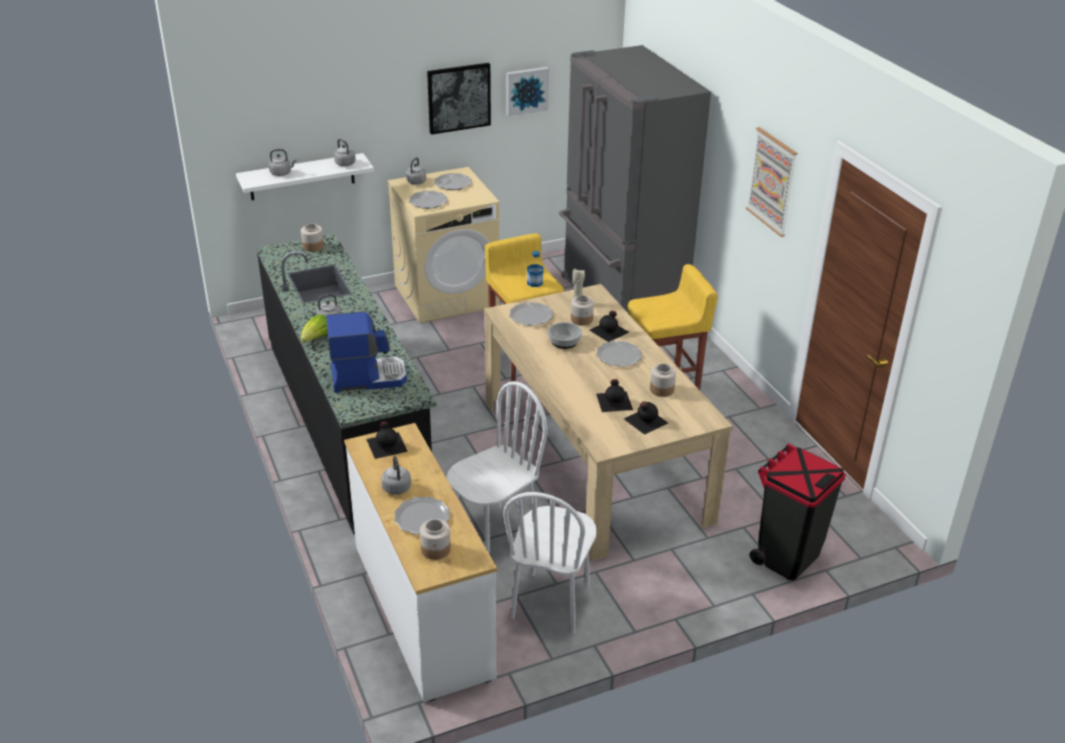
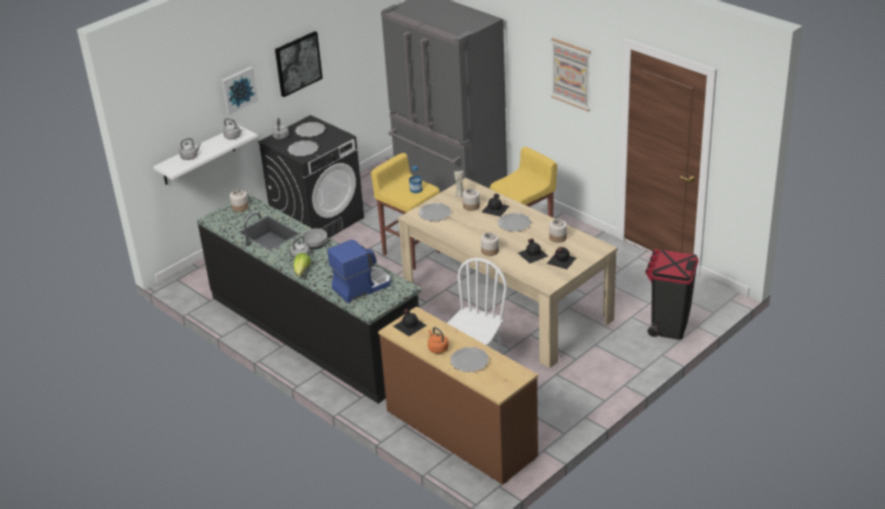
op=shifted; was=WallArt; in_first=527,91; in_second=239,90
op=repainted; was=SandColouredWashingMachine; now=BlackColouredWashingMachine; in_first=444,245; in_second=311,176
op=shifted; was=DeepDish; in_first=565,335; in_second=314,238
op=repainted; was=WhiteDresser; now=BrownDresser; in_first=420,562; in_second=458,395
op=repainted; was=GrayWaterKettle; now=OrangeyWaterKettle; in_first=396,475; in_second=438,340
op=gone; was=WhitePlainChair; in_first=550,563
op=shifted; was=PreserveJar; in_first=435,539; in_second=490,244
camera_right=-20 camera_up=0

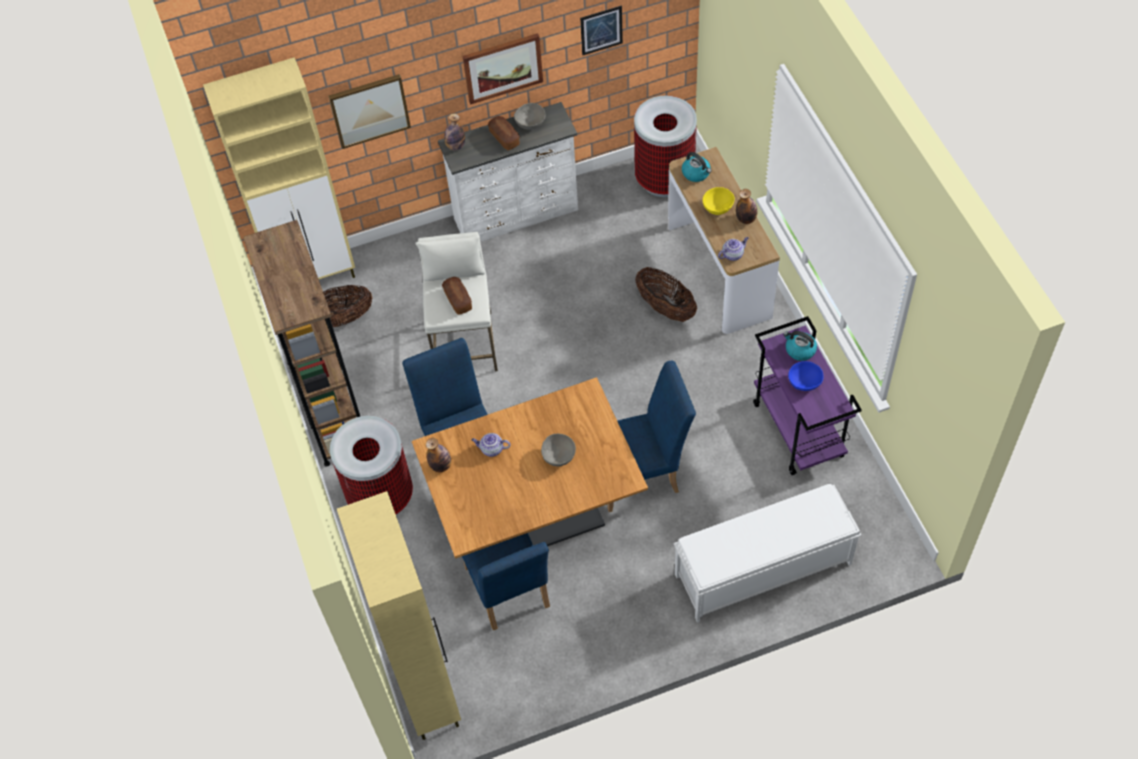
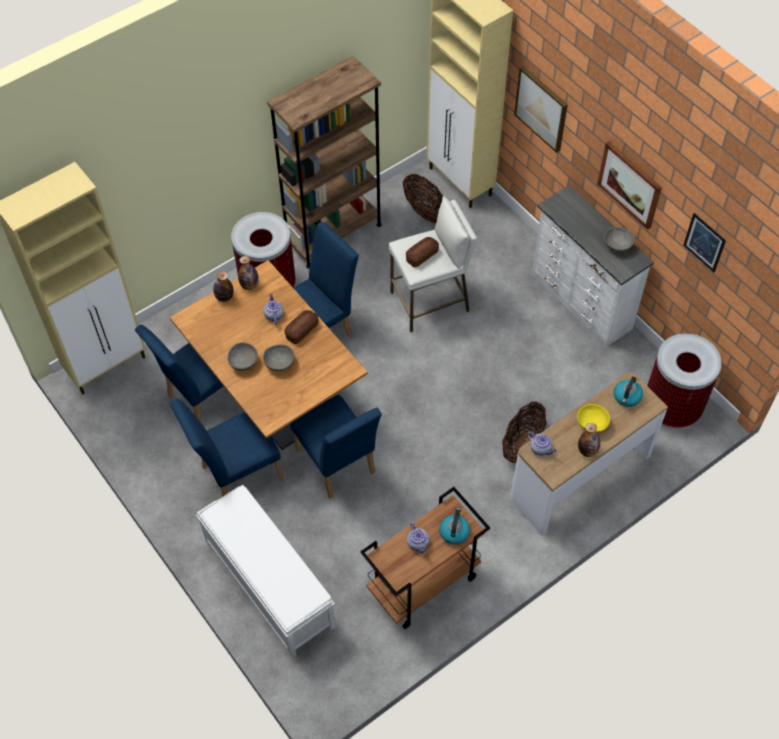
op=shifted; was=DrinkBottle; in_first=454,132; in_second=223,286
op=shifted; was=BakeryBread; in_first=504,133; in_second=301,327
op=repainted; was=PurplishCart; now=BrownCart; in_first=807,395; in_second=425,558
op=swapped; was=BlueDeepDish; now=Teapot; in_first=805,376; in_second=418,537
op=new; now=GrayDeepDish; in_second=242,357
op=new; now=BluePlainChair; in_second=227,447
camera_right=70 camera_up=0

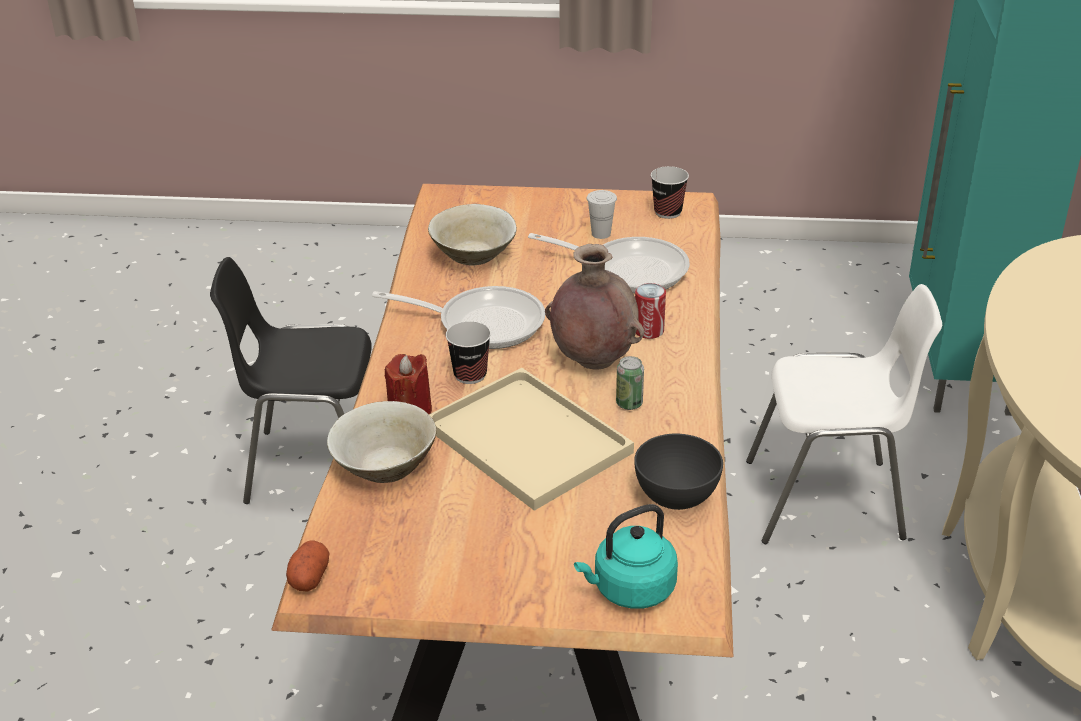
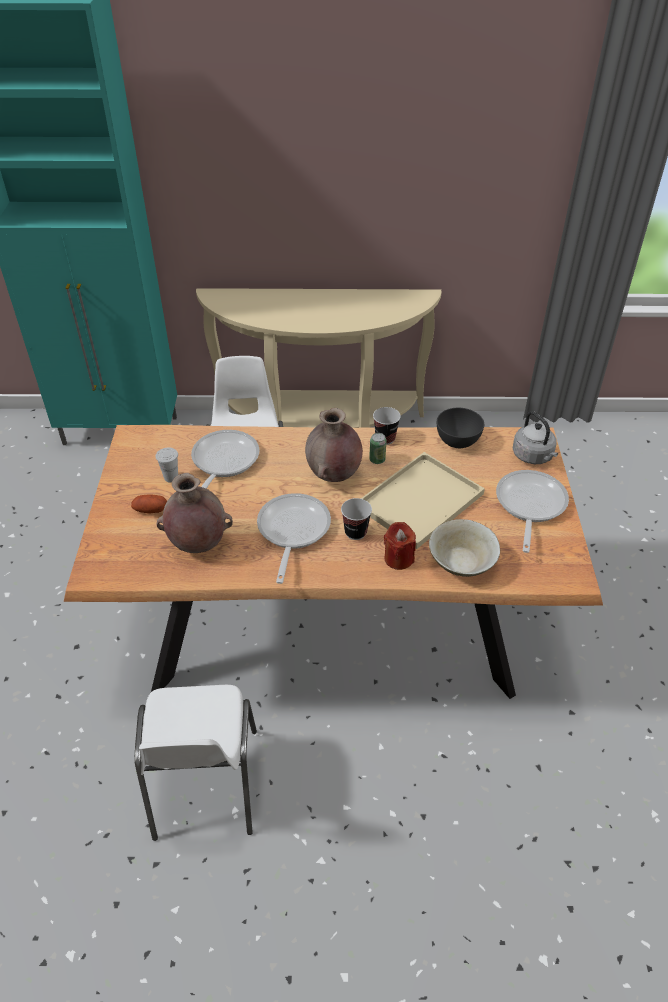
op=shifted; was=SmallCup; in_first=670,192; in_second=387,426
op=swapped; was=SandColouredDeepDish; now=BrownFlowerVase; in_first=472,234; in_second=195,513
op=repainted; was=BlackColouredPlainChair; now=WhitePlainChair; in_first=291,380; in_second=196,763
op=gone; was=SealedCan; in_first=650,311
op=repainted; was=TurquoiseColouredWaterKettle; now=GrayWaterKettle; in_first=626,556; in_second=535,437
op=shifted; was=Potato; in_first=307,566; in_second=149,503
op=new; now=Skillet; in_second=532,511
camera_right=-95 camera_up=10

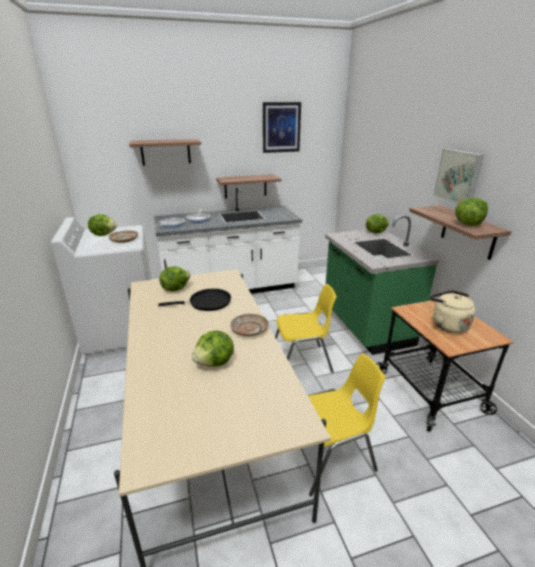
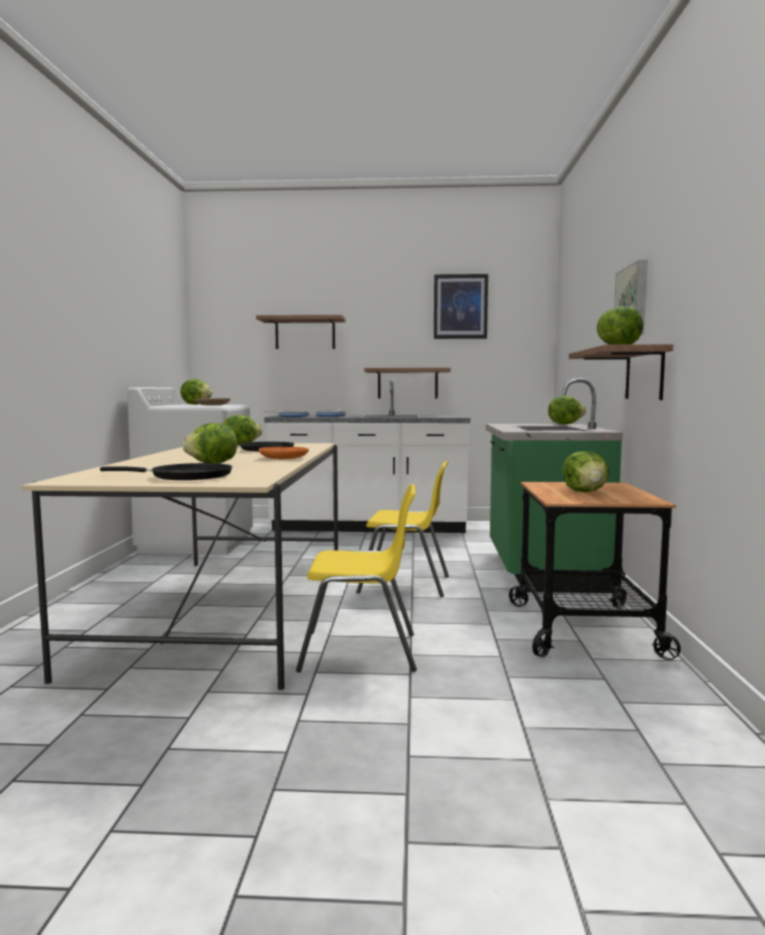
op=swapped; was=SandColouredWaterKettle; now=HeadOfLettuce; in_first=452,311; in_second=586,471
op=repainted; was=SandColouredPlate; now=OrangeyPlate; in_first=249,325; in_second=284,453
op=new; now=BlackColouredSkillet; in_second=166,471
camera_right=20 camera_up=-20

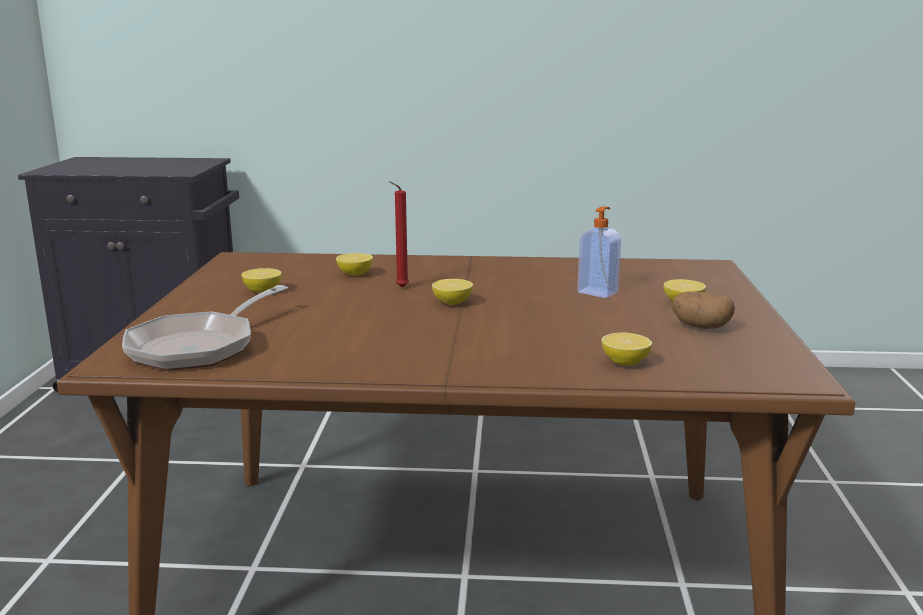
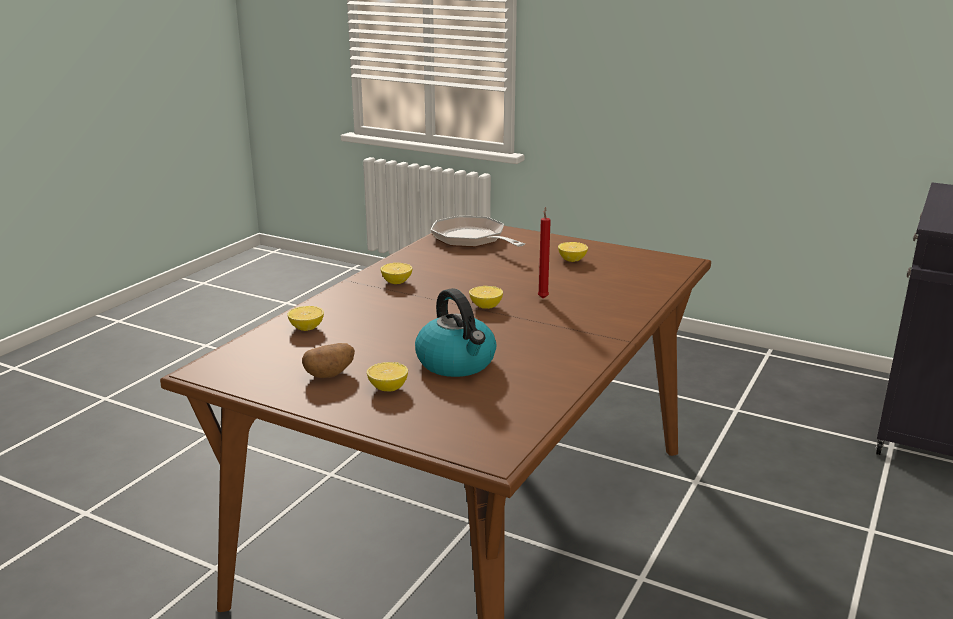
op=swapped; was=SoapBottle; now=WaterKettle; in_first=599,252; in_second=456,332
op=shifted; was=WholeLemon; in_first=354,264; in_second=396,273
camera_right=115 camera_up=5

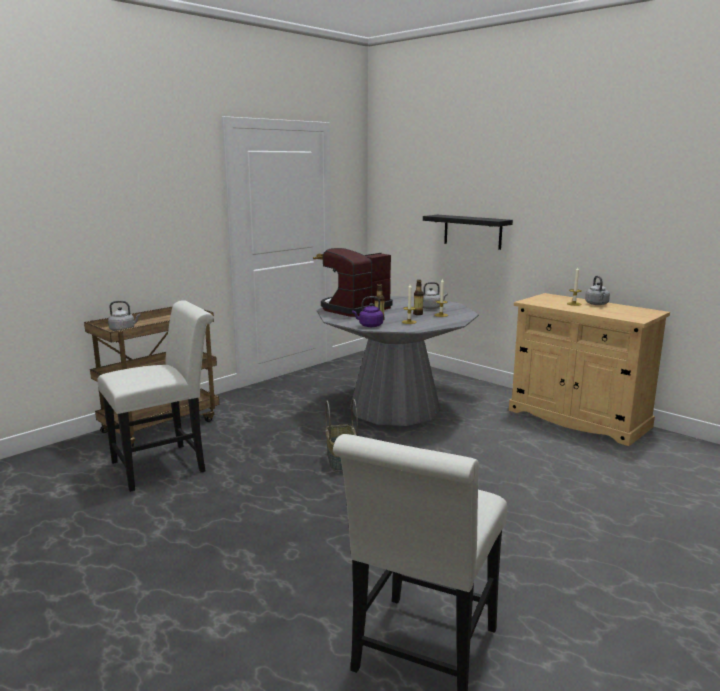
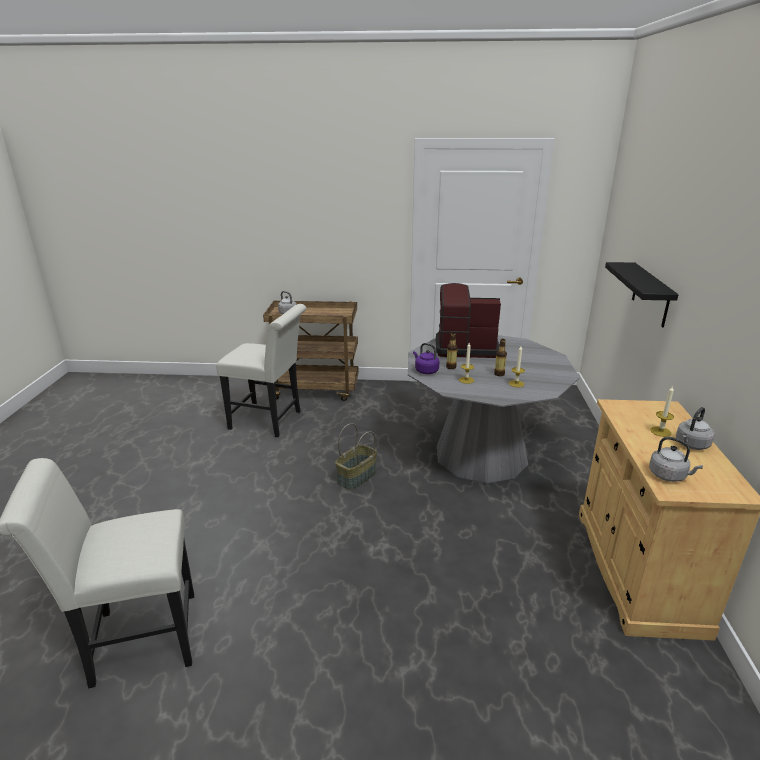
op=shifted; was=GrayWaterKettle; in_first=435,295; in_second=676,459
camera_right=50 camera_up=10

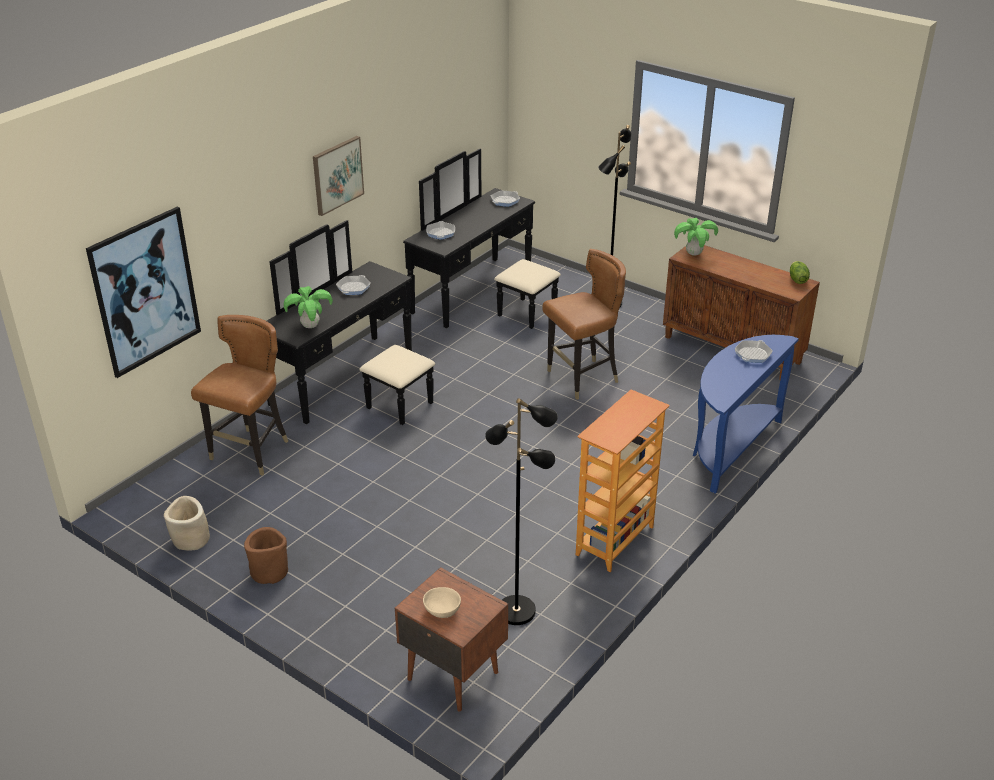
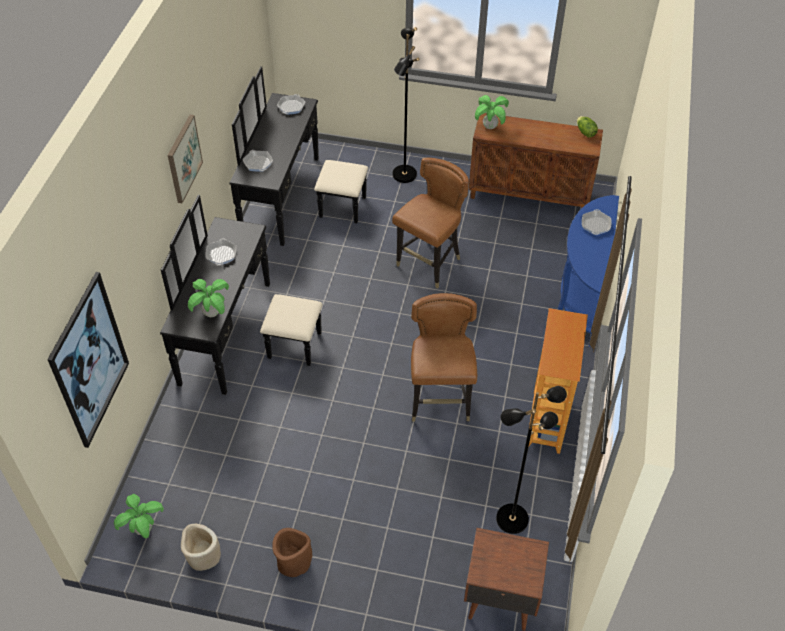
op=shifted; was=BrownPlainChair; in_first=240,395; in_second=444,357
op=gone; was=SandColouredDeepDish; in_first=442,602
op=new; now=PottedPlant; in_second=139,516
camera_right=-25 camera_up=15

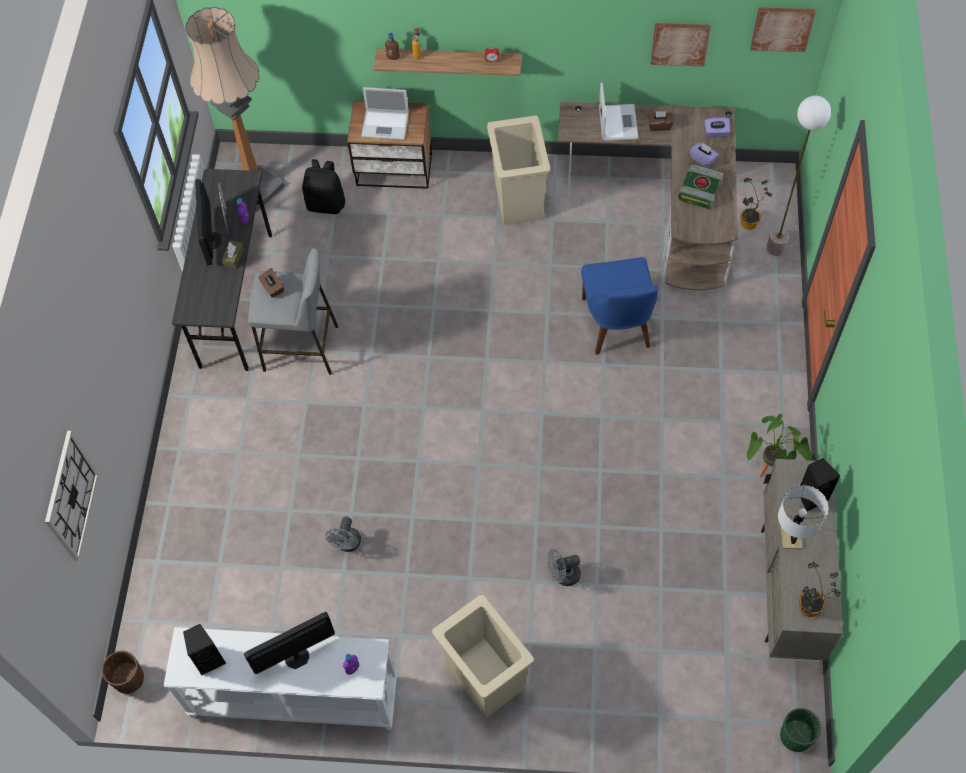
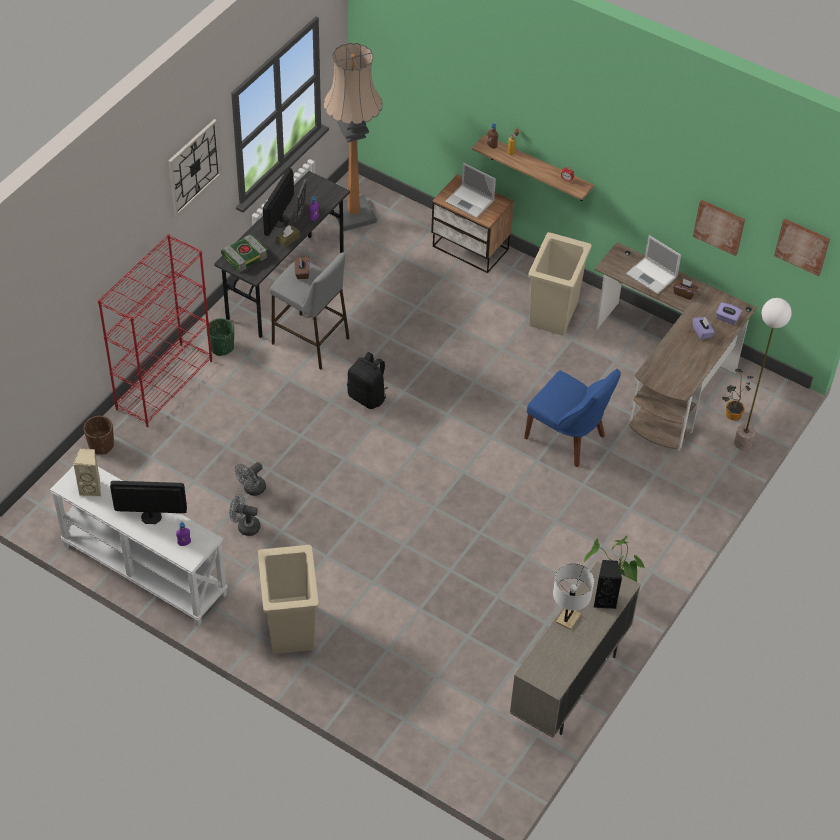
op=rotated; was=NotebookComputer; in_first=618,112; in_second=653,264; clockwise=105
op=shifted; was=BlackColouredRucksack; in_first=323,186; in_second=367,380
op=shifted; was=BoundBook; in_first=701,186; in_second=244,253
op=rotated; was=BluePlainChair; in_first=619,306; in_second=572,418; clockwise=-75
op=shifted; was=ClockOnTheWall; in_first=71,496; in_second=194,167
op=shifted; was=GrayElectricFan; in_first=564,567; in_second=244,515
op=gone; was=PottedPlant; in_first=820,589
op=repainted; was=BlackColouredSpeaker; now=SandColouredSpeaker; in_first=205,650; in_second=87,472
op=shifted; was=BrownPlanter; in_first=123,672; in_second=99,435
op=shifted; was=GreenPlanter; in_first=800,730; in_second=220,337
op=new; now=ReddishBookshelf; in_second=155,330
camera_right=25 camera_up=-10

